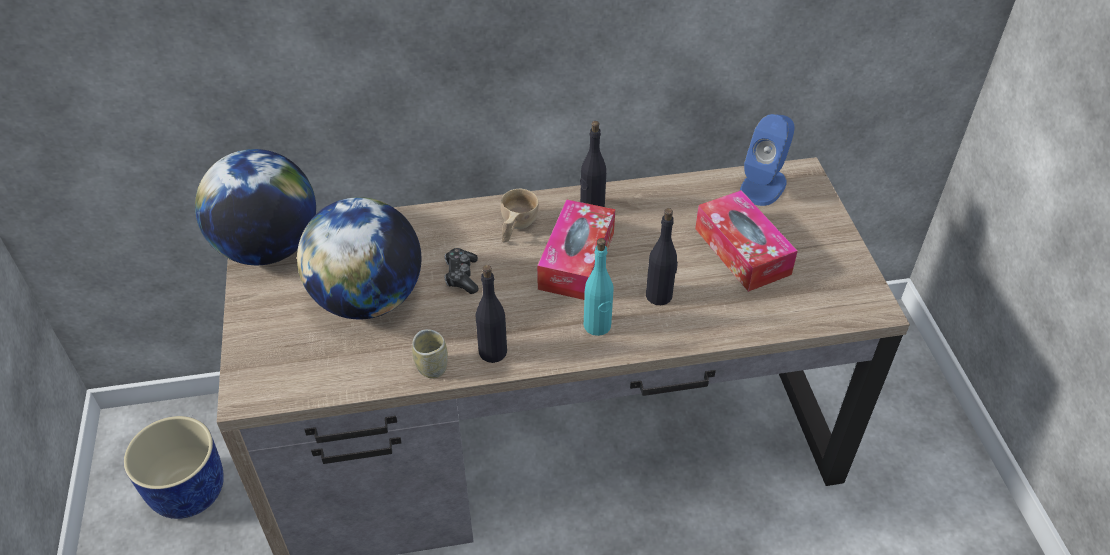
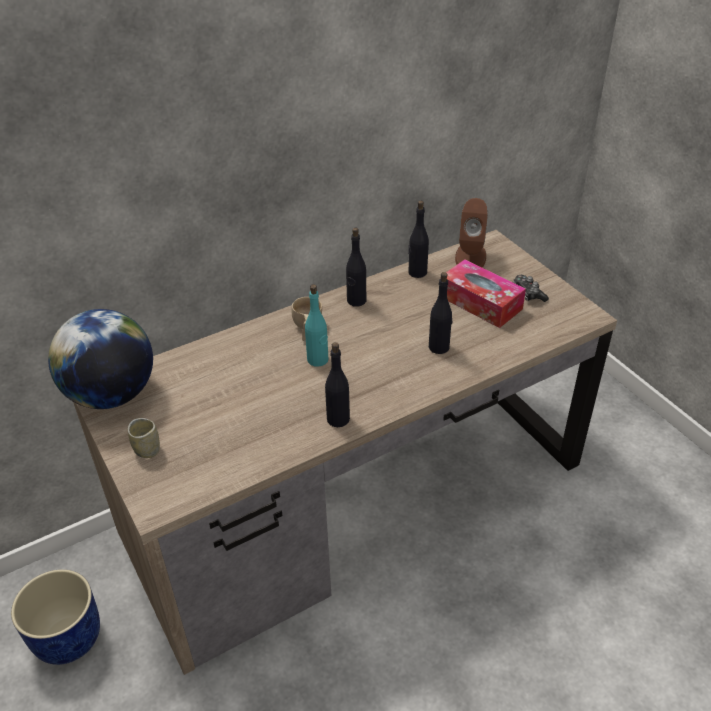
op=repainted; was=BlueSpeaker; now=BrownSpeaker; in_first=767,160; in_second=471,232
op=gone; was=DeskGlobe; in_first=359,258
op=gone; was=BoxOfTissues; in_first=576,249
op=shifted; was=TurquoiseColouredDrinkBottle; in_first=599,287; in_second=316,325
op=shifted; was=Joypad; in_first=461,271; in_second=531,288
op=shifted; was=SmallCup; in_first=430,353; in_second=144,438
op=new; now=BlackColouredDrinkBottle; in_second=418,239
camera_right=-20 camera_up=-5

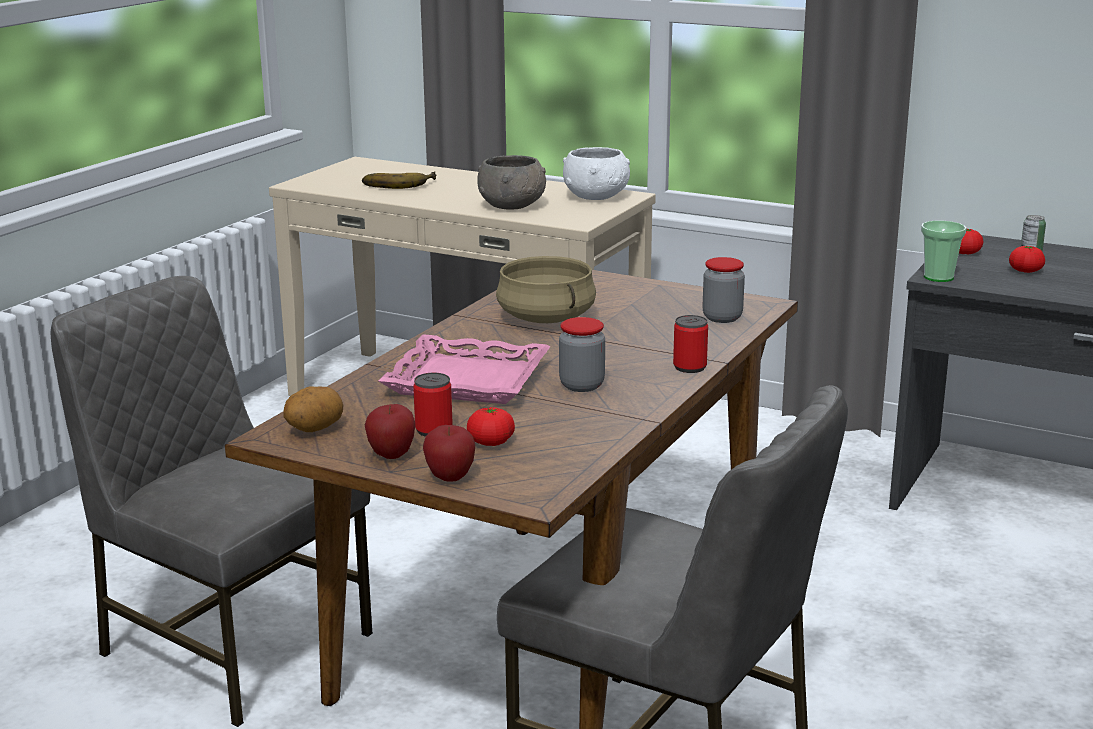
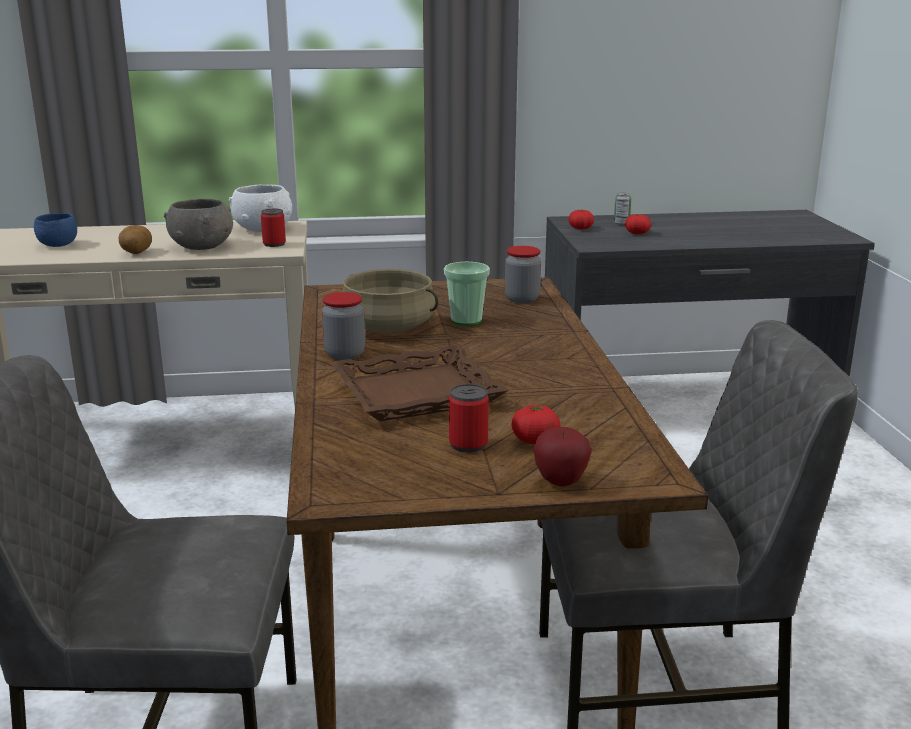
op=swapped; was=Banana; now=BlueDeepDish; in_first=399,180; in_second=55,230
op=shifted; was=SmallCup; in_first=943,251; in_second=467,294
op=shifted; was=SealedCan; in_first=690,344; in_second=273,228
op=shifted; was=PreserveJar; in_first=582,354; in_second=343,326
op=repainted; was=PinkColouredCarryingTray; now=BrownCarryingTray; in_first=464,369; in_second=420,383
op=shifted; was=Potato; in_first=313,409; in_second=135,239
op=gone; was=WholeApple; in_first=390,431
camera_right=-35 camera_up=0

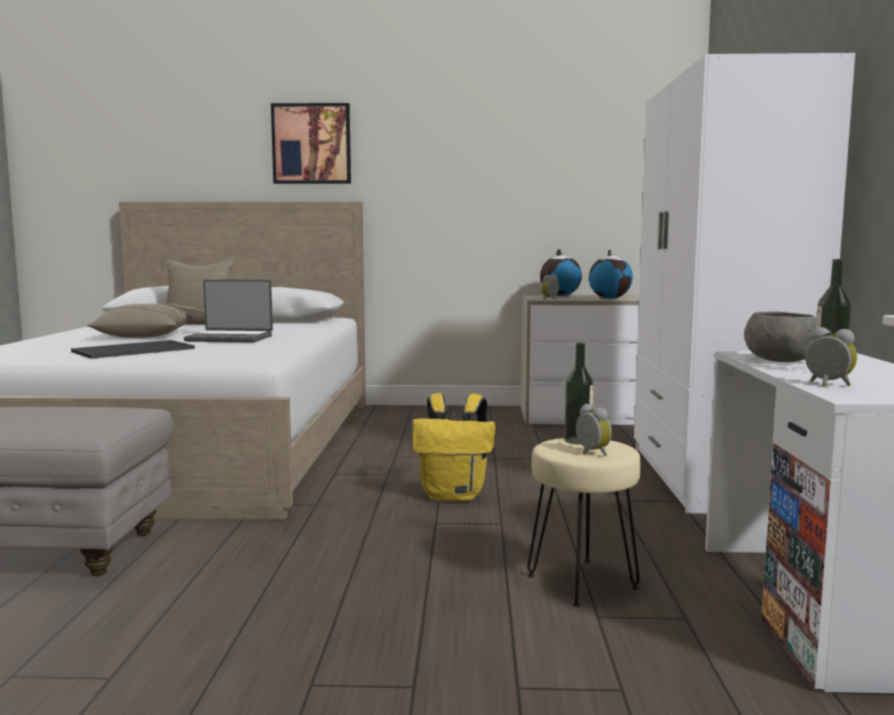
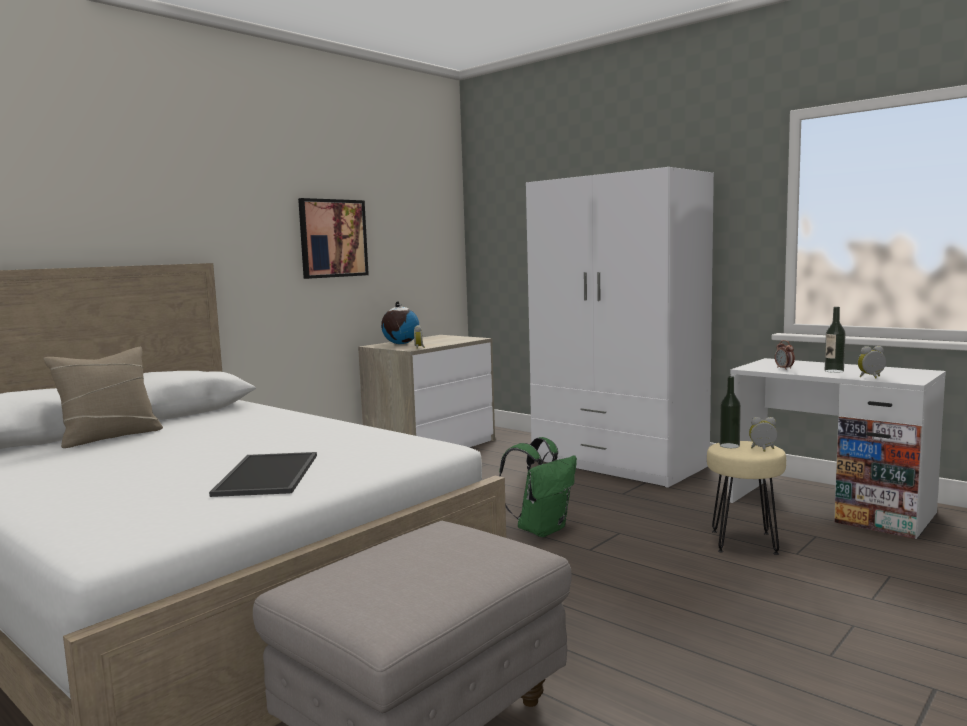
op=shifted; was=WallArt; in_first=311,143; in_second=333,238
op=gone; was=DeskGlobe; in_first=611,274
op=gone; was=NotebookComputer; in_first=228,311
op=gone; was=SandColouredCushion; in_first=140,321
op=swapped; was=GrayDeepDish; now=BedsideClock; in_first=780,336; in_second=785,355
op=repainted; was=YellowRucksack; now=GreenRucksack; in_first=453,447; in_second=538,487
camera_right=-50 camera_up=0

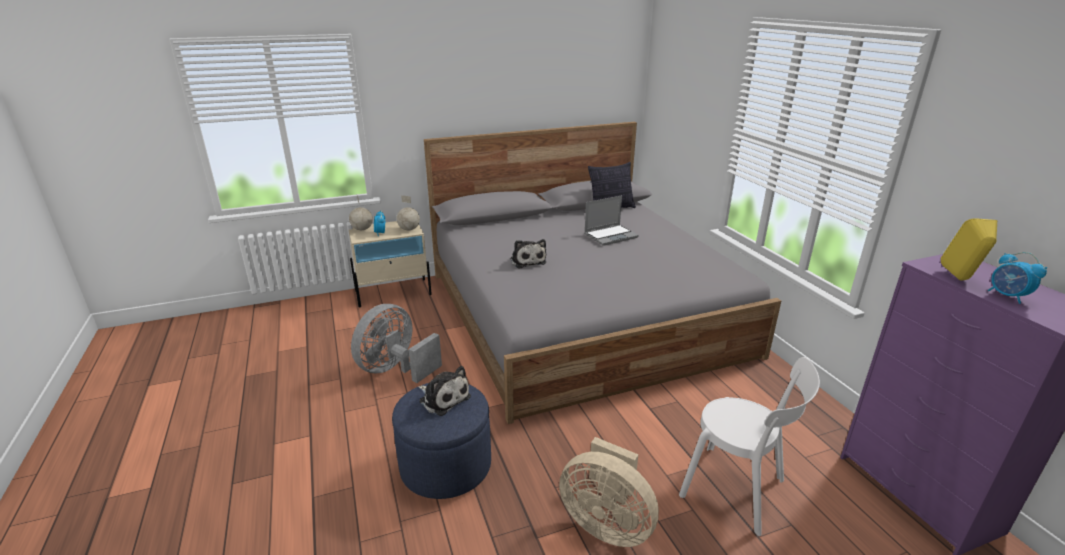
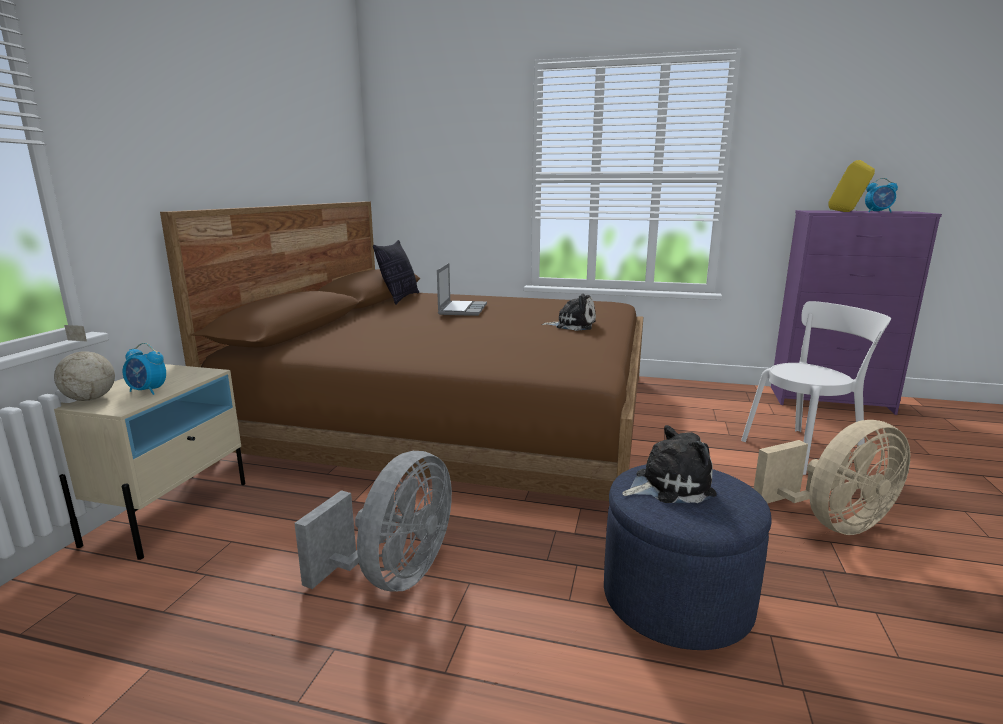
op=repainted; was=GrayBedroomBed; now=BrownBedroomBed; in_first=602,273; in_second=401,351
op=gone; was=DeskGlobe; in_first=408,212
op=shifted; was=PlushToy; in_first=528,253; in_second=569,312
op=rotated; was=GrayElectricFan; in_first=396,343; in_second=373,521; clockwise=-135
camera_right=-55 camera_up=-10

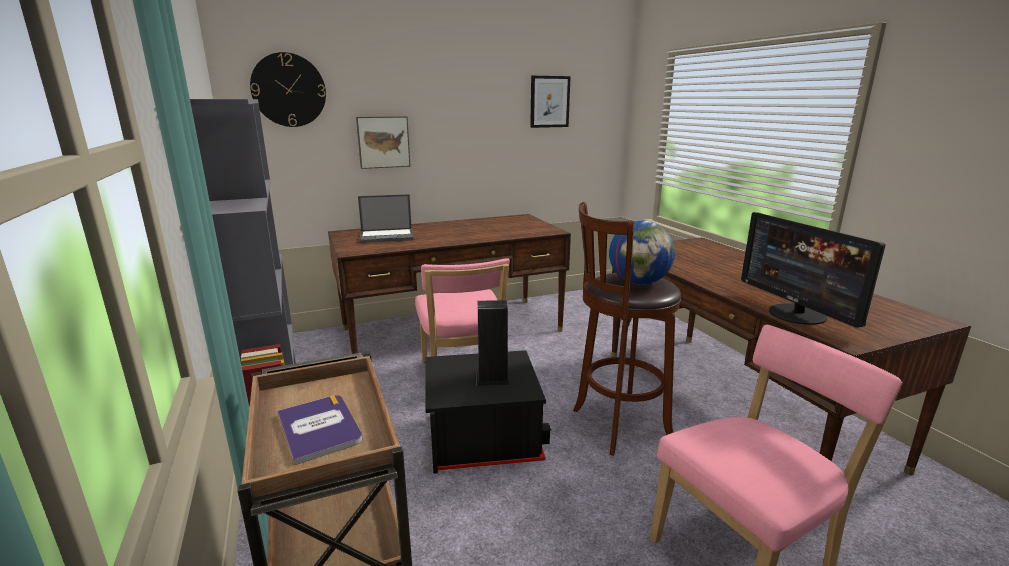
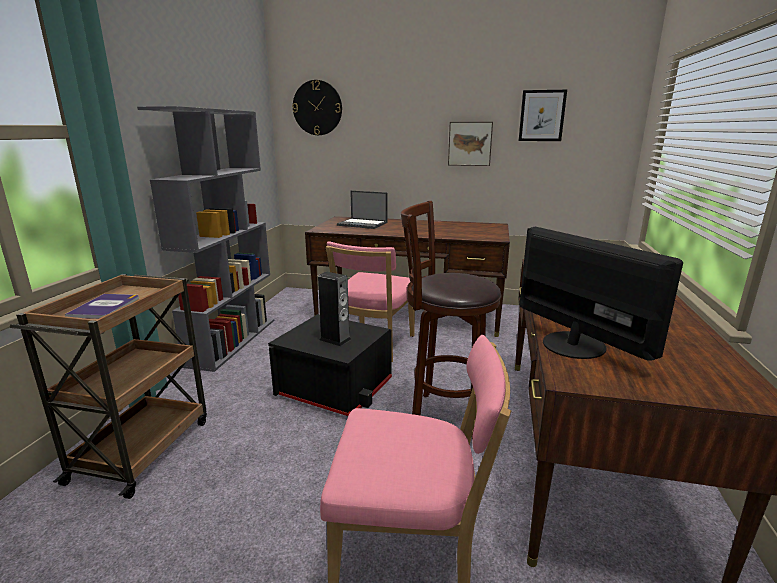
op=shifted; was=WallArt; in_first=383,142; in_second=470,144
op=rotated; was=ComputerScreen; in_first=813,270; in_second=601,294; clockwise=135
op=gone; was=DeskGlobe; in_first=642,253
camera_right=35 camera_up=0

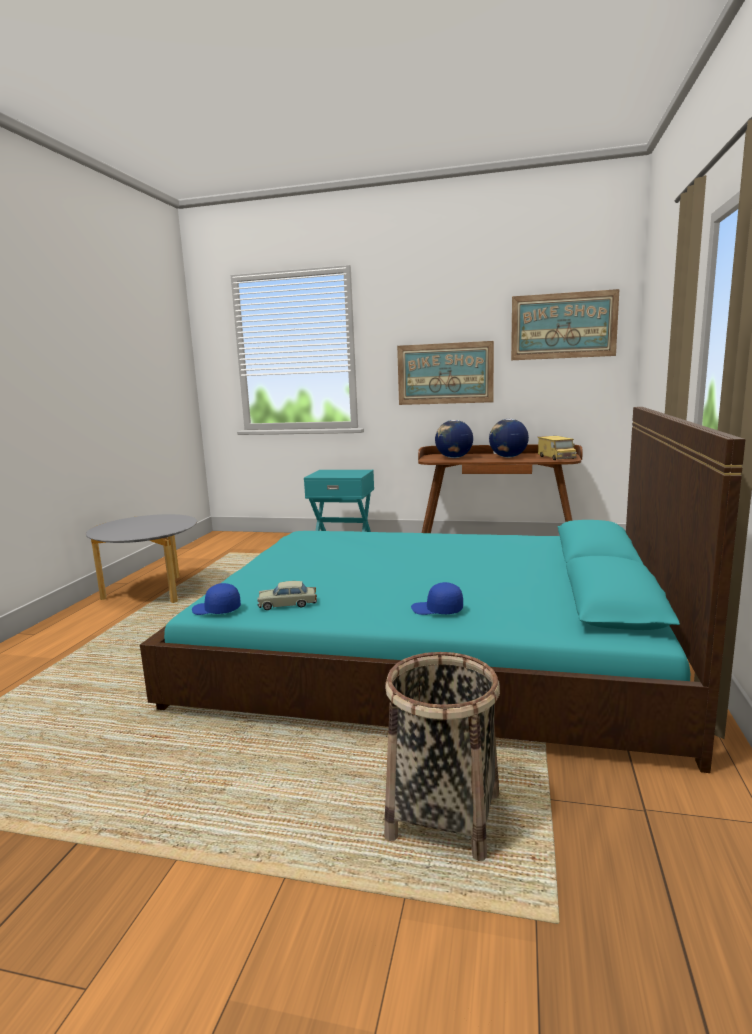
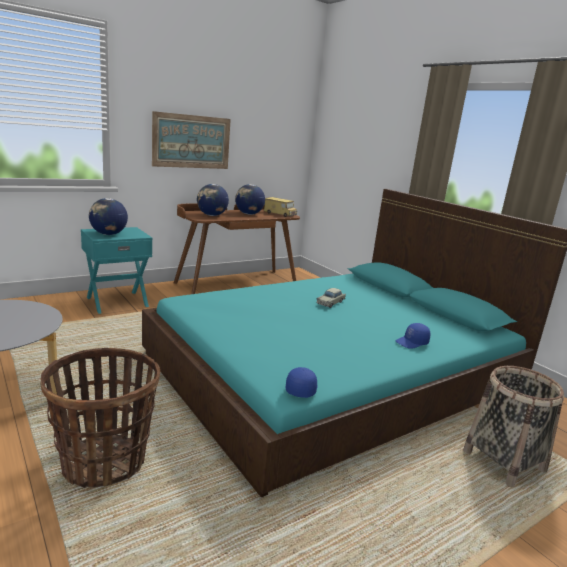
op=gone; was=WallArt; in_first=565,324
op=shifted; was=SandColouredToyCar; in_first=287,595; in_second=331,298
op=rotated; was=BlueBaseballCap; in_first=216,599; in_second=302,382; clockwise=135
op=new; now=DeskGlobe; in_second=108,216
op=new; now=HouseholdBasket; in_second=100,418
camera_right=-50 camera_up=5

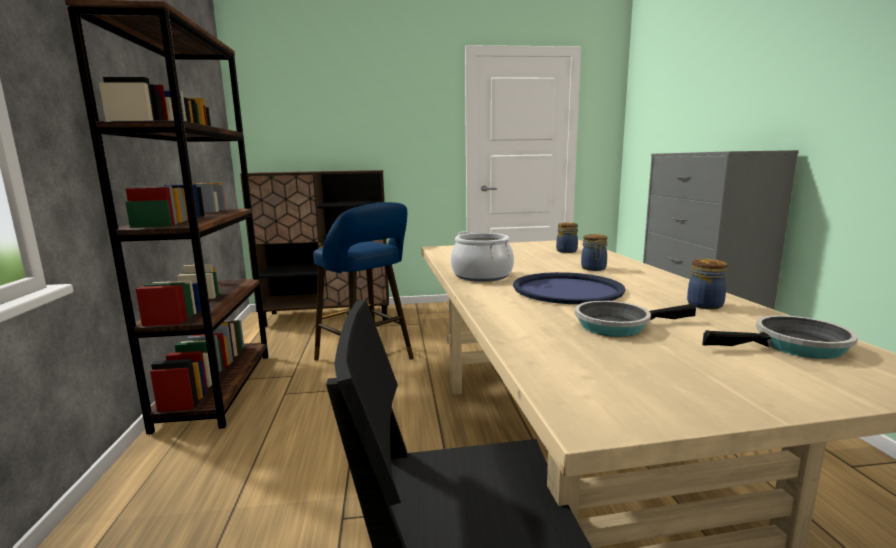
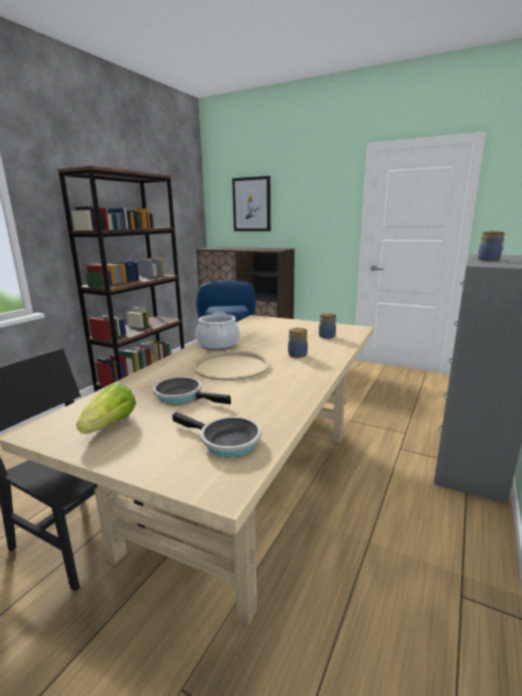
op=shifted; was=PreserveJar; in_first=707,284; in_second=491,246
op=repainted; was=BlueCarryingTray; now=SandColouredCarryingTray; in_first=569,288; in_second=231,366
op=new; now=WallArt; in_second=251,203
op=new; now=HeadOfLettuce; in_second=106,408
camera_right=35 camera_up=5

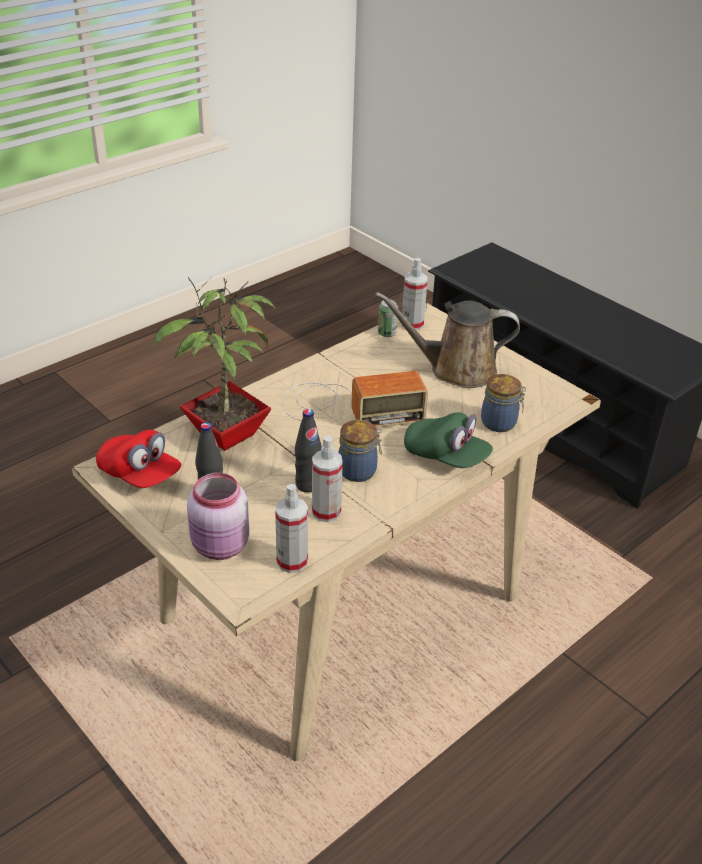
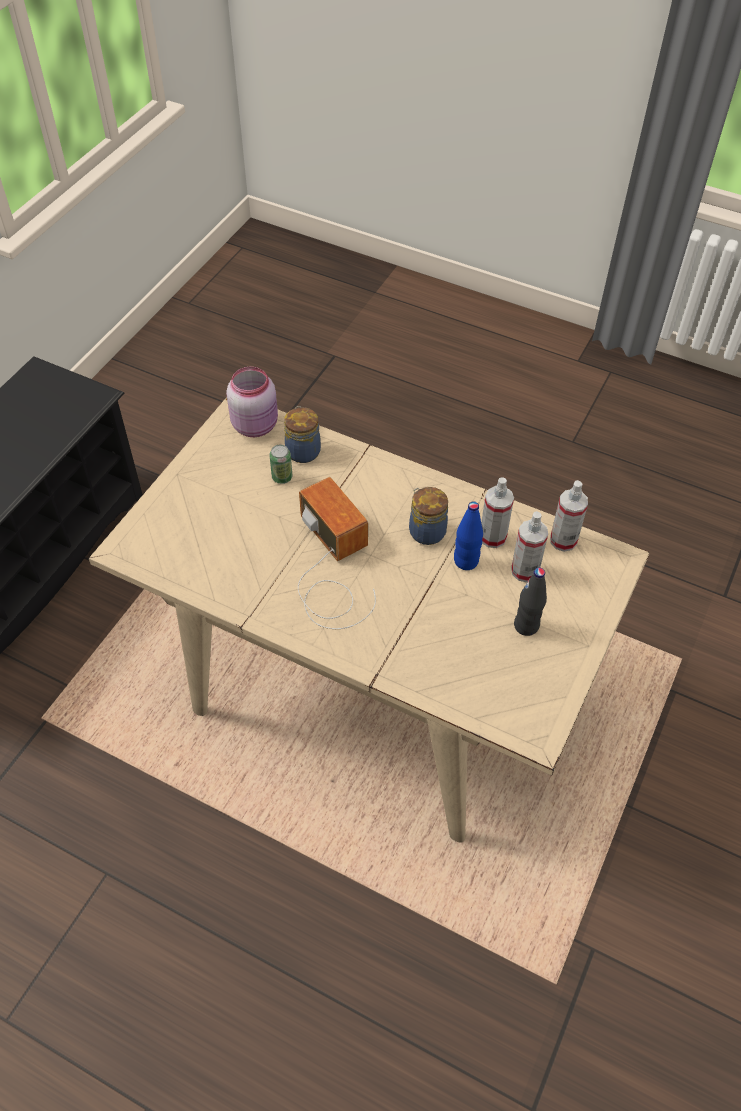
op=shifted; was=SprayBottle; in_first=415,294; in_second=529,547
op=gone; was=PottedPlant; in_first=214,364
op=gone; was=BrownWateringCan; in_first=447,340
op=shifted; was=SealedCan; in_first=388,318; in_second=280,464
op=repainted; was=BlackColouredDrinkBottle; now=BlueDrinkBottle; in_first=308,451; in_second=468,535
op=gone; was=GreenBaseballCap; in_first=448,440
op=gone; was=ReddishBaseballCap; in_first=138,459
op=shifted; was=PinkColouredPreserveJar; in_first=218,516; in_second=252,402
camera_right=-110 camera_up=15

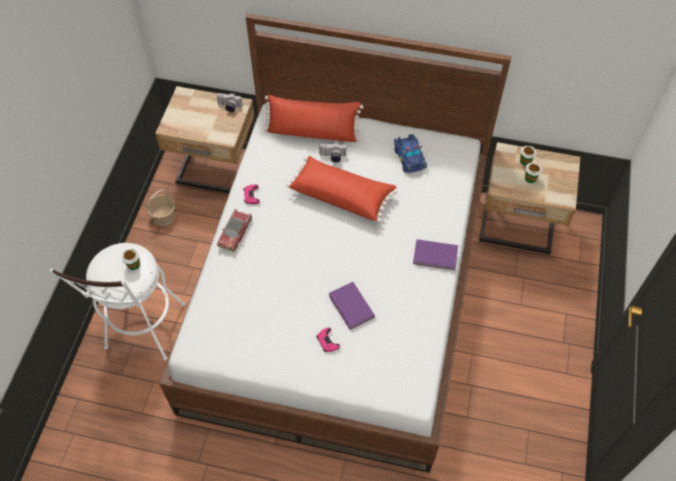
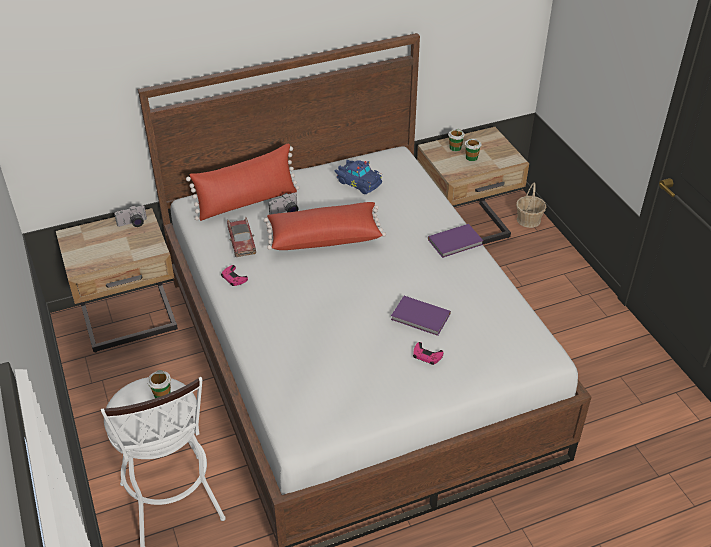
op=shifted; was=HouseholdBasket; in_first=160,207; in_second=531,205
op=shifted; was=ToyCar; in_first=234,230; in_second=241,237
camera_right=-35 camera_up=-15

